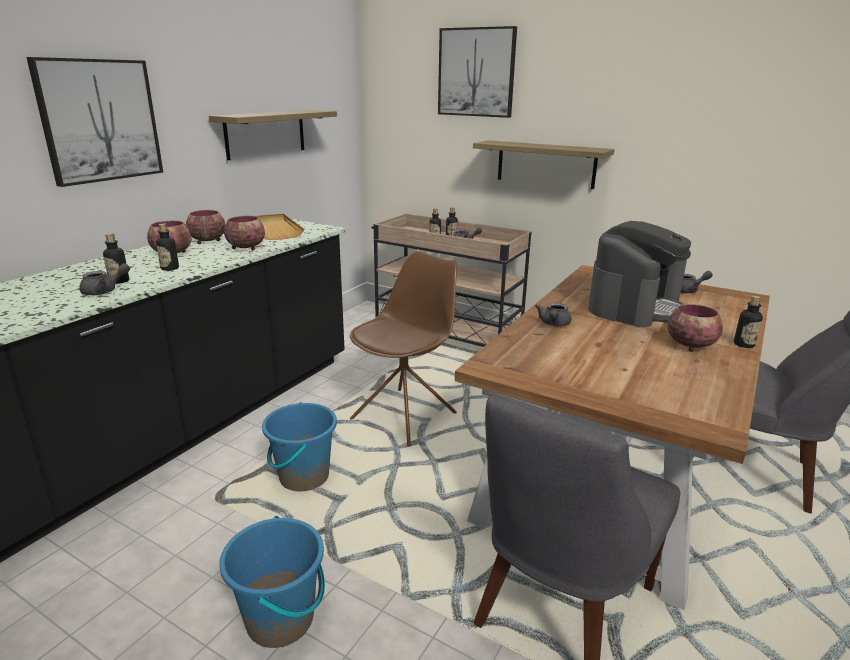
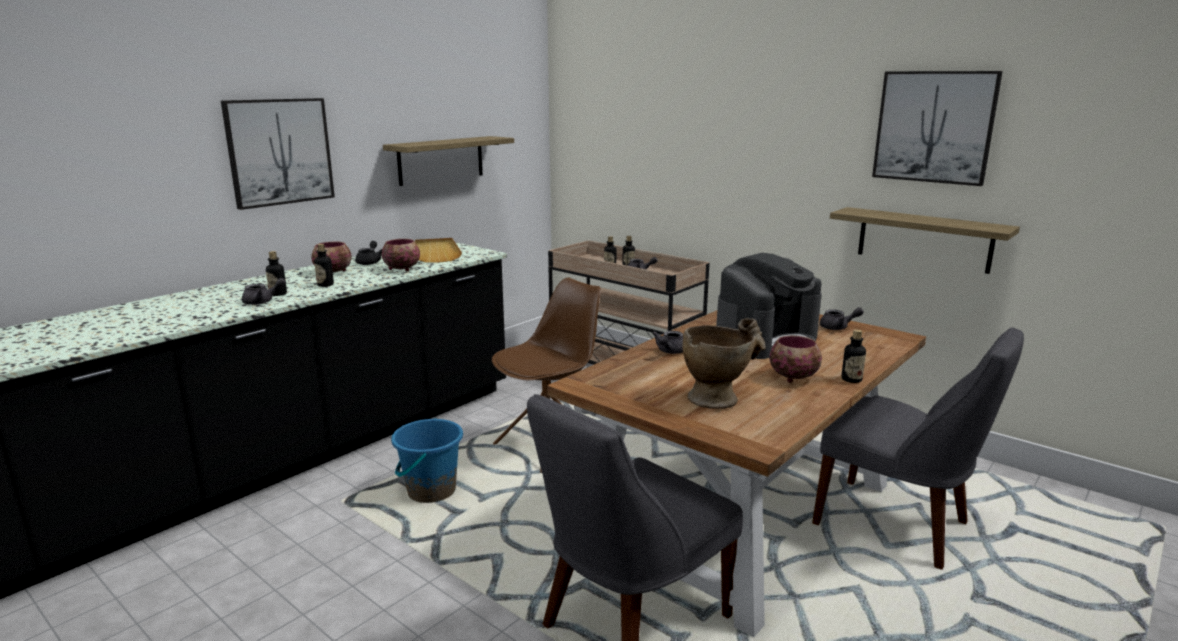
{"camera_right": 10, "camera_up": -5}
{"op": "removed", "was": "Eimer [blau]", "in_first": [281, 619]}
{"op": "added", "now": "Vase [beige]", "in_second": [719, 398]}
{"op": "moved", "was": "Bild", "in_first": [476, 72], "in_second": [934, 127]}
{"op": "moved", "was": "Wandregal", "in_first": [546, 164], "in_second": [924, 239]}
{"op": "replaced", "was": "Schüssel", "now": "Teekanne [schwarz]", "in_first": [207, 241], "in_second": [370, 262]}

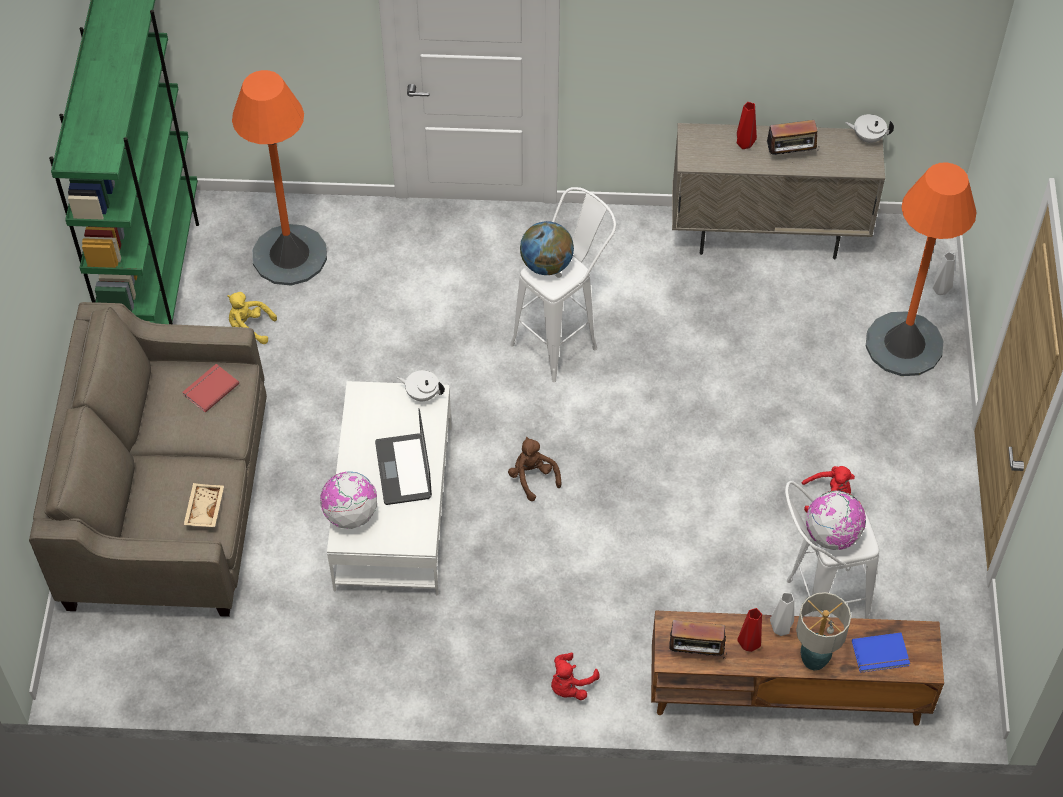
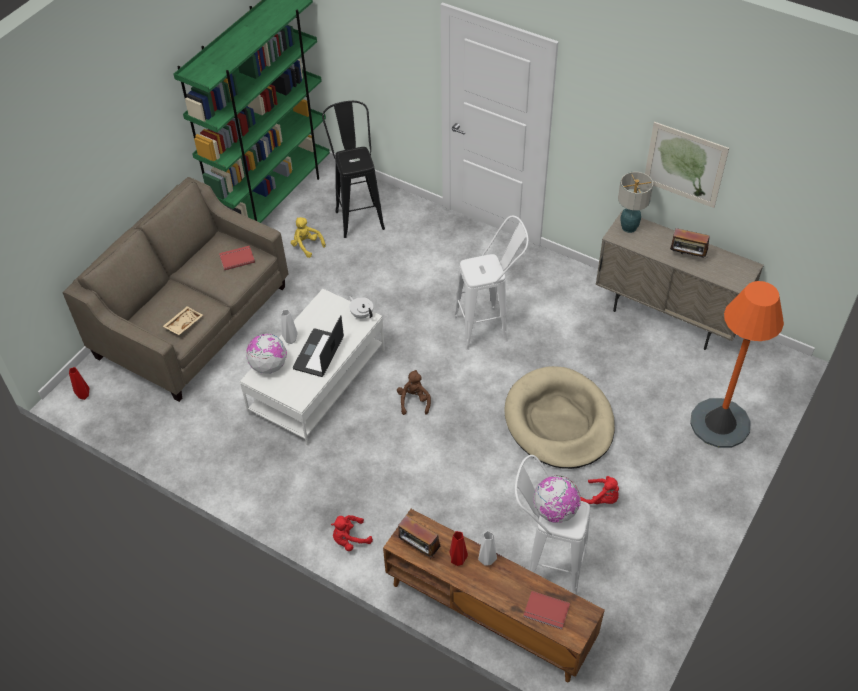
{"camera_right": 30, "camera_up": -5}
{"op": "removed", "was": "Globus", "in_first": [546, 265]}
{"op": "removed", "was": "Teekanne [weiß]", "in_first": [867, 137]}
{"op": "added", "now": "Hundebett [beige]", "in_second": [559, 421]}
{"op": "added", "now": "Bild", "in_second": [685, 165]}
{"op": "moved", "was": "Vase [rot]", "in_first": [745, 144], "in_second": [84, 396]}
{"op": "moved", "was": "Tischlampe", "in_first": [815, 660], "in_second": [629, 227]}
{"op": "moved", "was": "Vase [weiß]", "in_first": [939, 290], "in_second": [290, 340]}
{"op": "replaced", "was": "Stehlampe [orange]", "now": "Hocker [schwarz]", "in_first": [289, 255], "in_second": [358, 215]}
{"op": "recoloured", "was": "Buch [blau]", "now": "Buch [rot]", "in_first": [881, 655], "in_second": [546, 612]}

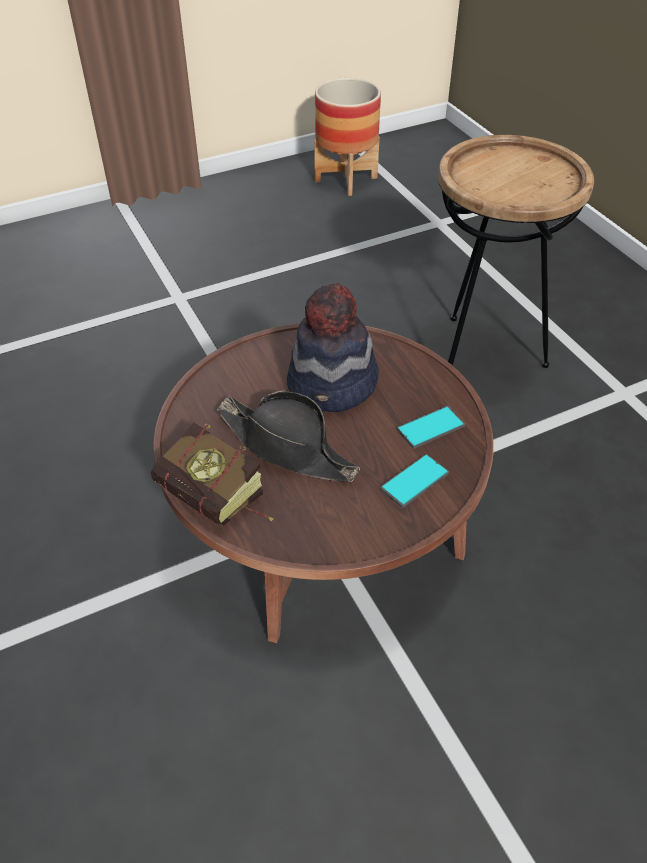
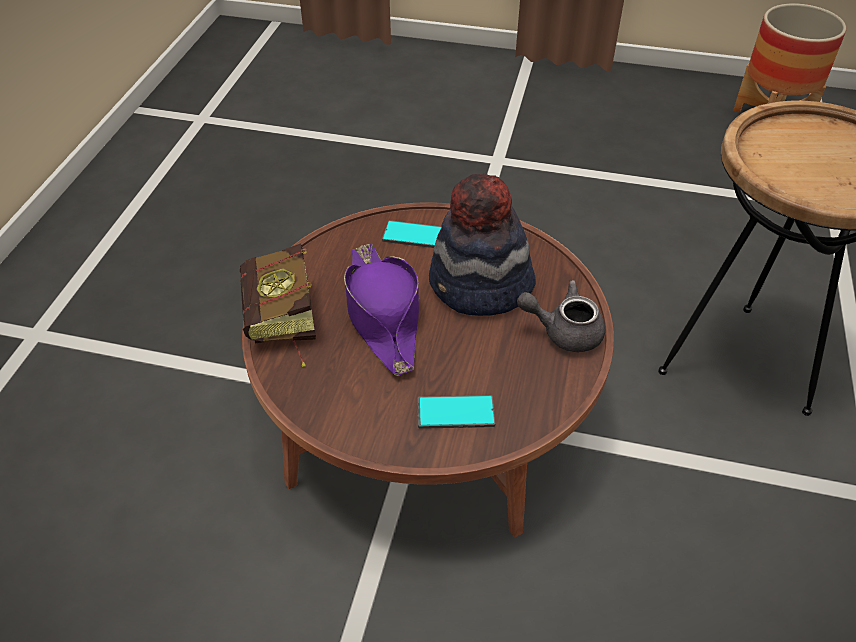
{"camera_right": 40, "camera_up": 0}
{"op": "added", "now": "Teekanne [grau]", "in_second": [563, 331]}
{"op": "moved", "was": "Handy", "in_first": [430, 427], "in_second": [415, 235]}
{"op": "recoloured", "was": "Hut [schwarz]", "now": "Hut [lila]", "in_first": [287, 447], "in_second": [382, 315]}

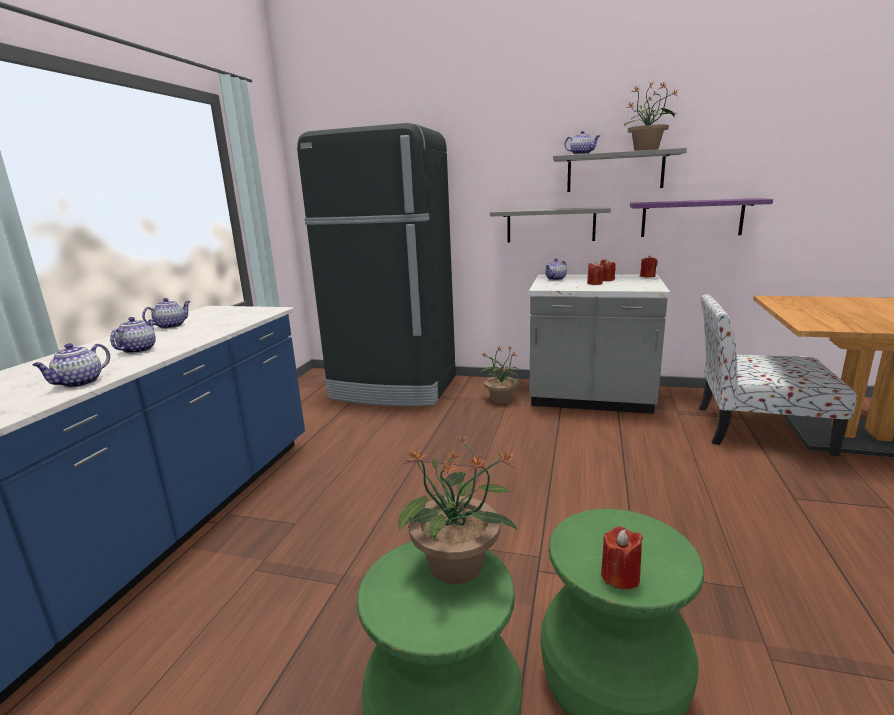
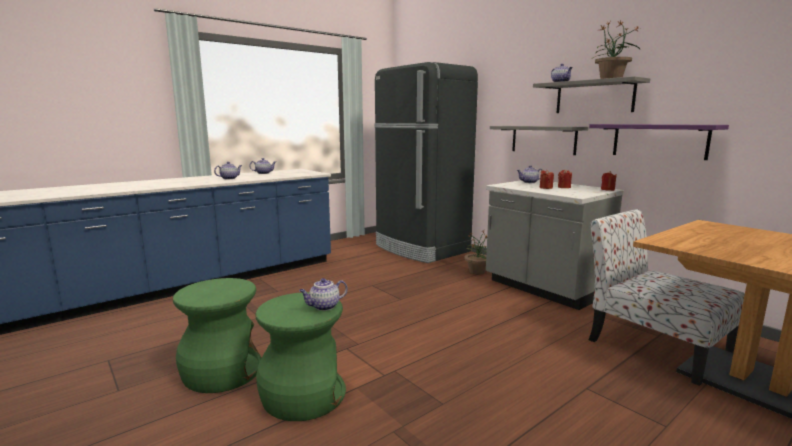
{"camera_right": 35, "camera_up": -5}
{"op": "removed", "was": "Topfpflanze", "in_first": [457, 566]}
{"op": "removed", "was": "Kerze [rot]", "in_first": [620, 576]}
{"op": "moved", "was": "Teekanne", "in_first": [79, 383], "in_second": [324, 306]}

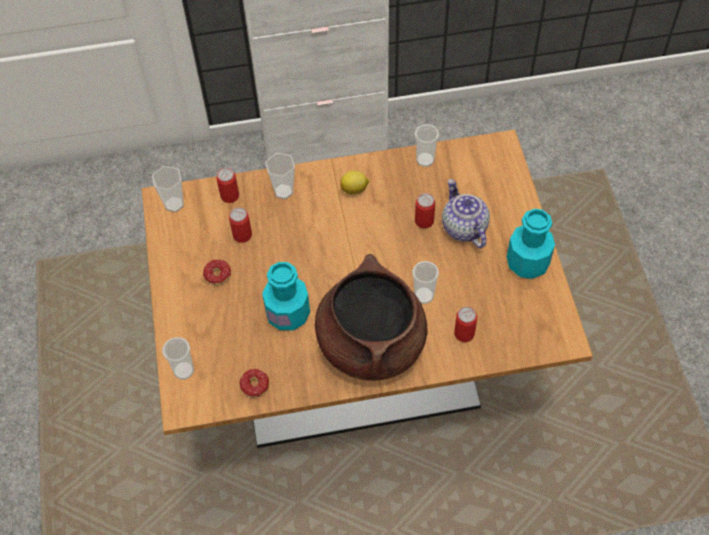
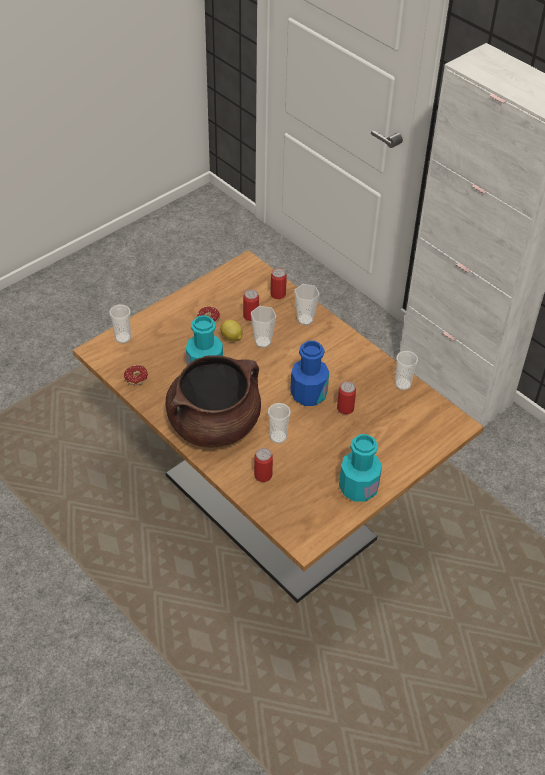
{"camera_right": 55, "camera_up": -10}
{"op": "removed", "was": "Teekanne", "in_first": [463, 227]}
{"op": "added", "now": "Flasche [blau]", "in_second": [308, 394]}
{"op": "moved", "was": "Tasse", "in_first": [174, 204], "in_second": [263, 342]}
{"op": "moved", "was": "Zitrone", "in_first": [354, 189], "in_second": [232, 338]}

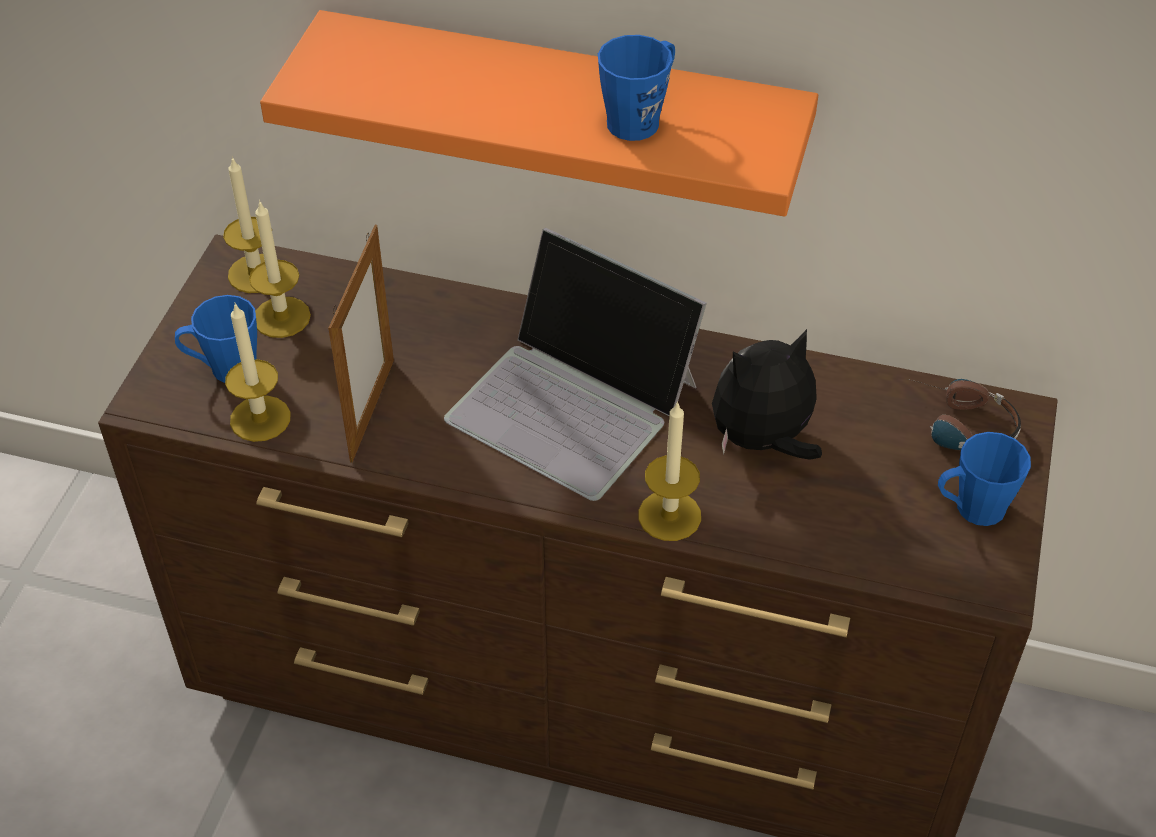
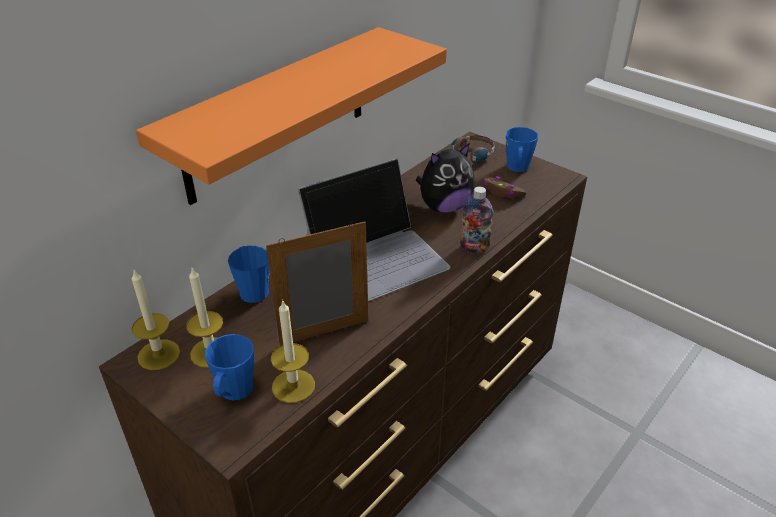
{"camera_right": -65, "camera_up": -10}
{"op": "added", "now": "Gamepad [braun]", "in_second": [502, 192]}
{"op": "moved", "was": "Henkelbecher [blau]", "in_first": [640, 118], "in_second": [252, 289]}
{"op": "replaced", "was": "Kerze", "now": "Flasche", "in_first": [669, 515], "in_second": [474, 248]}
{"op": "turned", "was": "Bilderrahmen", "in_first": [372, 410], "in_second": [324, 332], "clockwise": -60}
{"op": "turned", "was": "Plüschtier", "in_first": [762, 441], "in_second": [444, 207], "clockwise": -120}

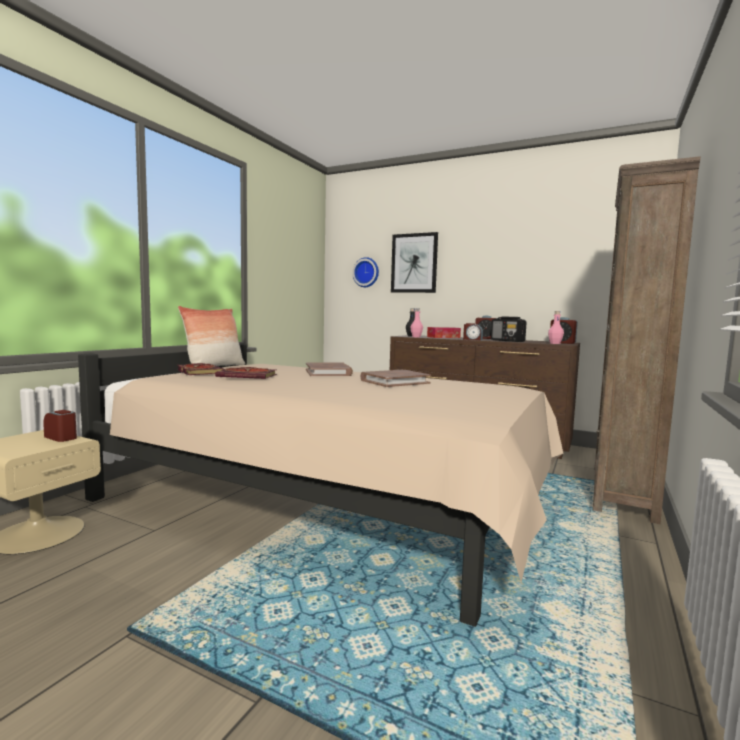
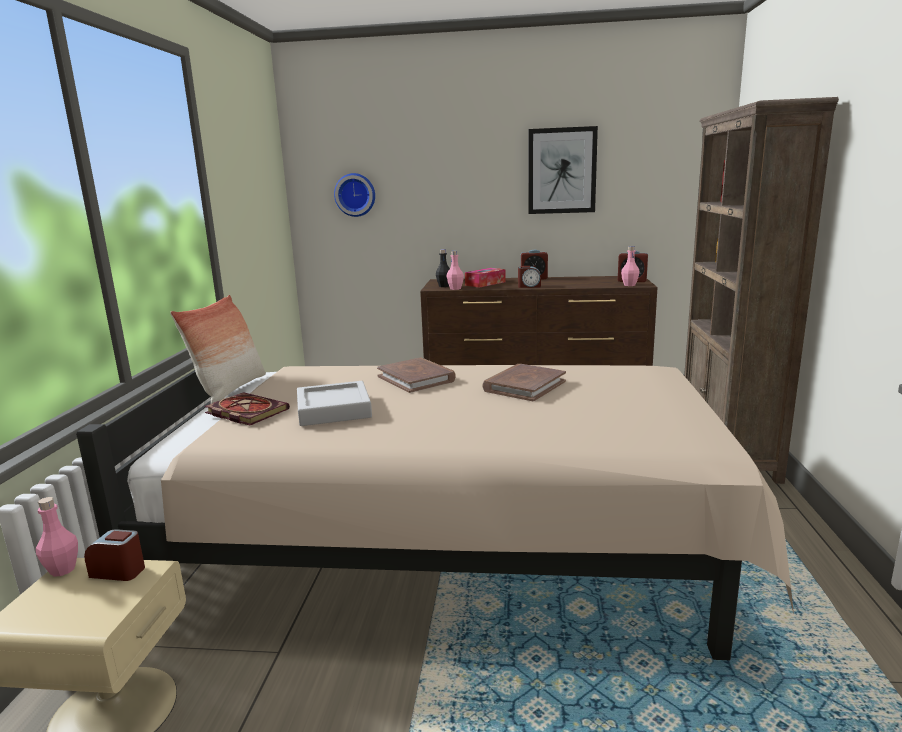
{"camera_right": -20, "camera_up": 10}
{"op": "removed", "was": "Radio", "in_first": [507, 341]}
{"op": "added", "now": "Flasche [rosa]", "in_second": [63, 570]}
{"op": "moved", "was": "Bild", "in_first": [414, 263], "in_second": [562, 171]}
{"op": "replaced", "was": "Buch", "now": "Tablett [grau]", "in_first": [249, 376], "in_second": [334, 410]}

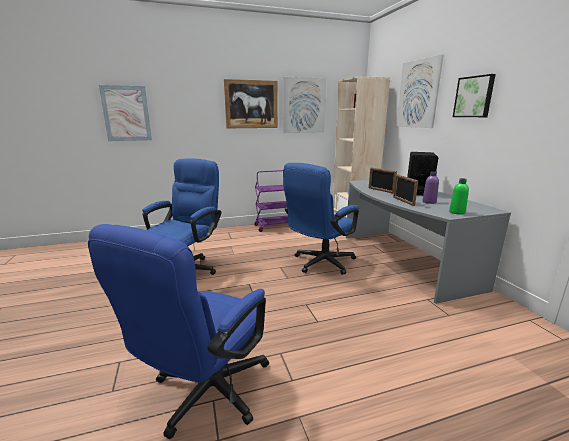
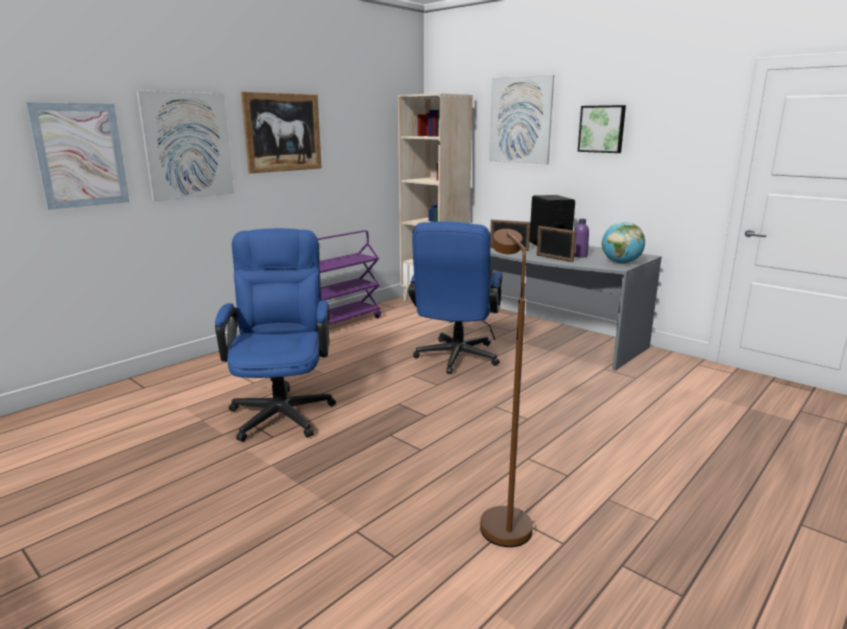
{"camera_right": -30, "camera_up": 0}
{"op": "moved", "was": "Bild", "in_first": [304, 105], "in_second": [188, 146]}
{"op": "replaced", "was": "Bürostuhl [blau]", "now": "Stehlampe [braun]", "in_first": [204, 396], "in_second": [502, 519]}
{"op": "replaced", "was": "Flasche [grün]", "now": "Globus", "in_first": [457, 212], "in_second": [621, 263]}

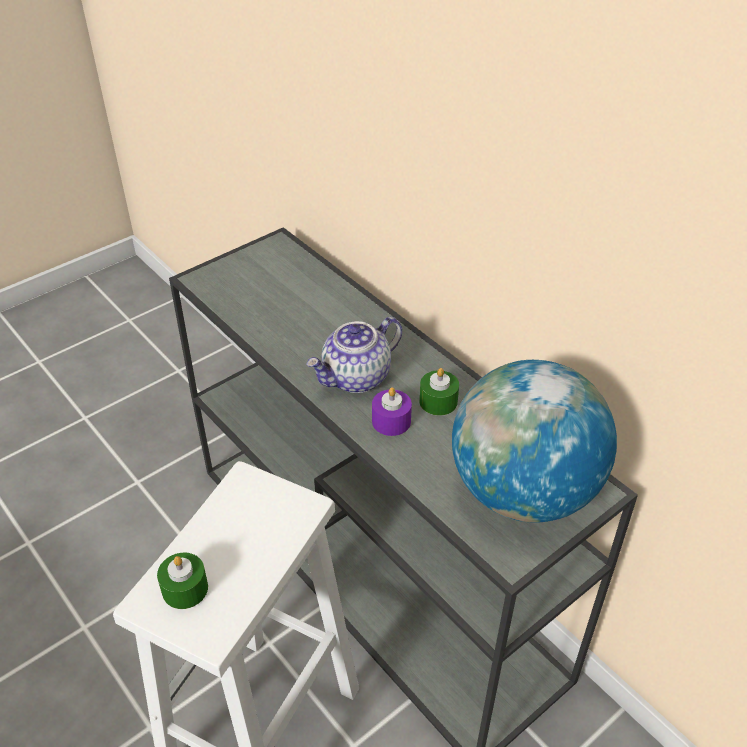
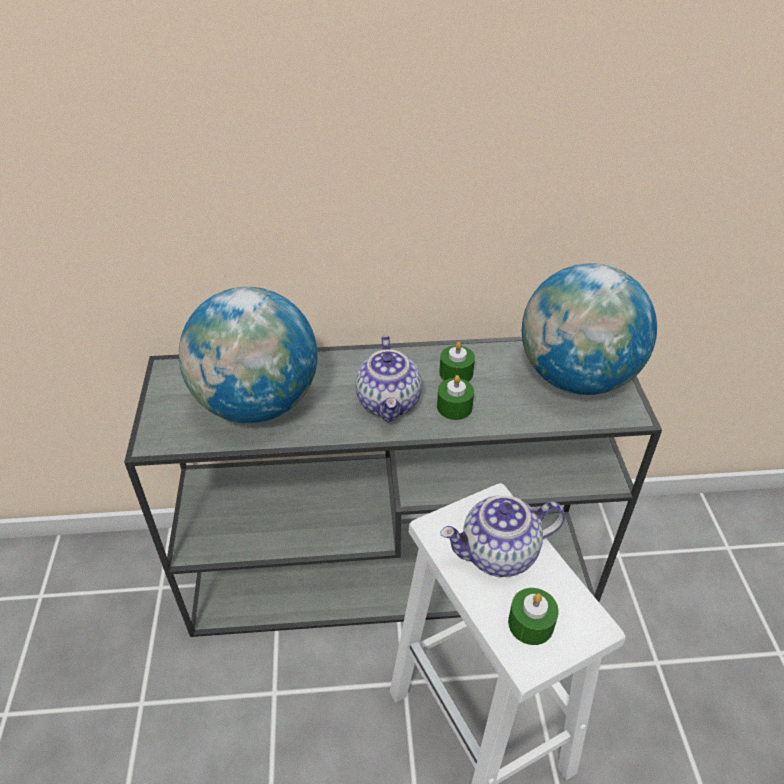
{"camera_right": -55, "camera_up": 0}
{"op": "added", "now": "Globus", "in_second": [257, 404]}
{"op": "added", "now": "Teekanne", "in_second": [498, 554]}
{"op": "recoloured", "was": "Kerze [lila]", "now": "Kerze [grün]", "in_first": [391, 421], "in_second": [454, 407]}

